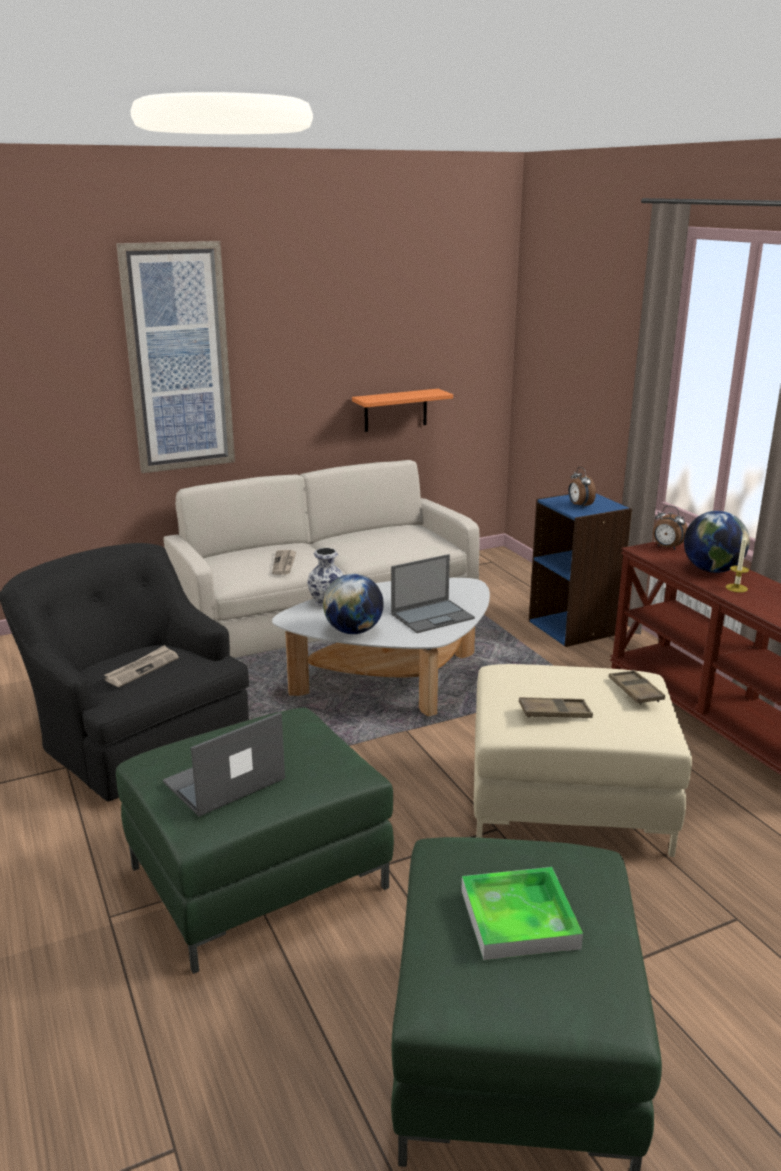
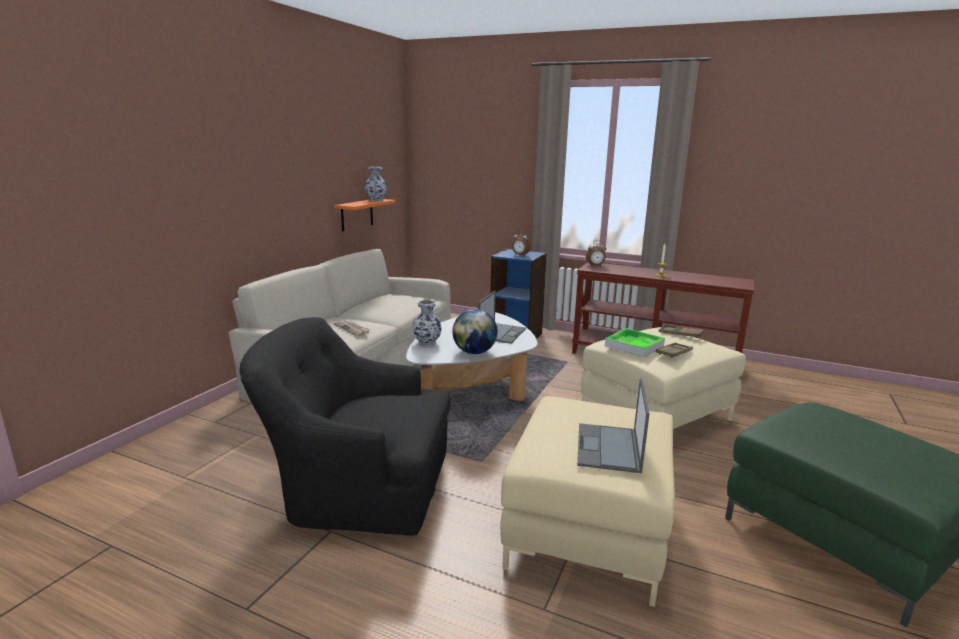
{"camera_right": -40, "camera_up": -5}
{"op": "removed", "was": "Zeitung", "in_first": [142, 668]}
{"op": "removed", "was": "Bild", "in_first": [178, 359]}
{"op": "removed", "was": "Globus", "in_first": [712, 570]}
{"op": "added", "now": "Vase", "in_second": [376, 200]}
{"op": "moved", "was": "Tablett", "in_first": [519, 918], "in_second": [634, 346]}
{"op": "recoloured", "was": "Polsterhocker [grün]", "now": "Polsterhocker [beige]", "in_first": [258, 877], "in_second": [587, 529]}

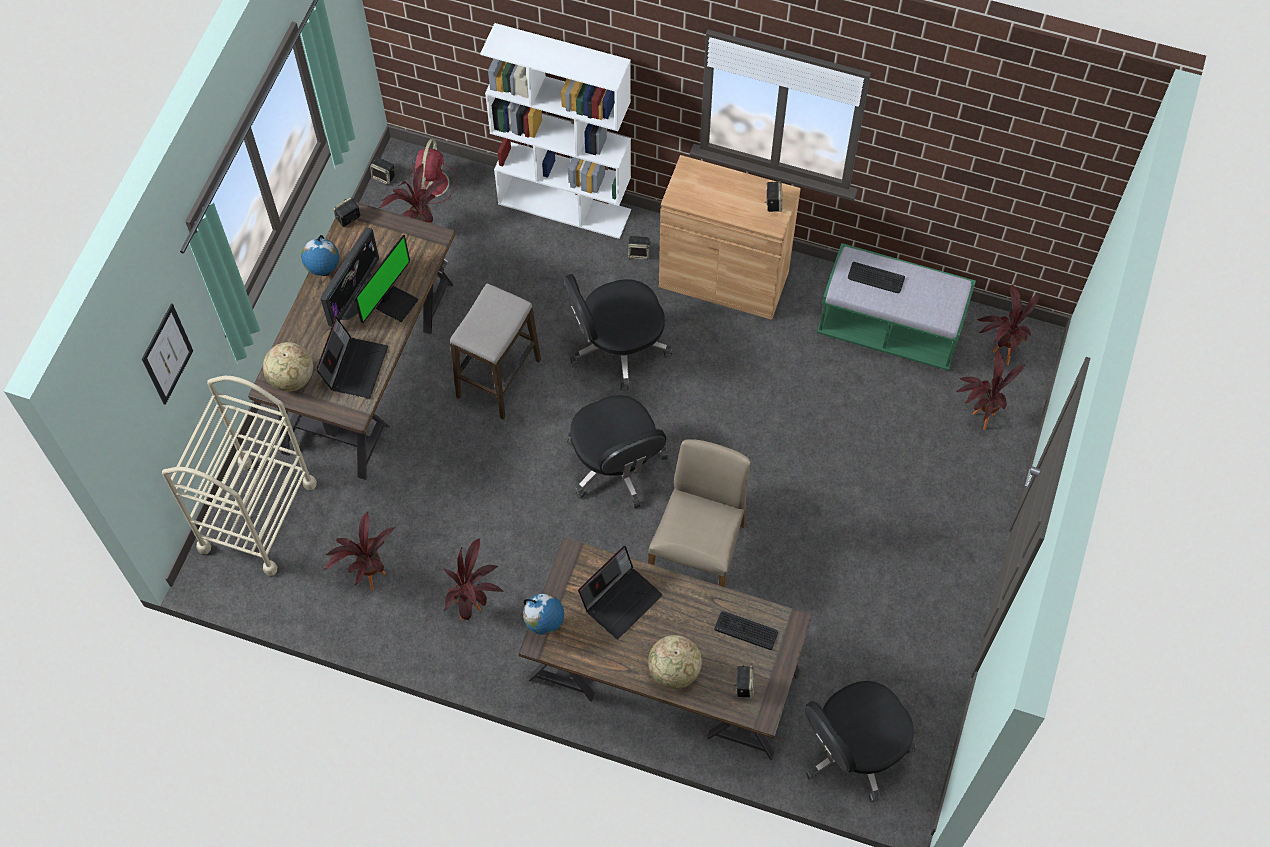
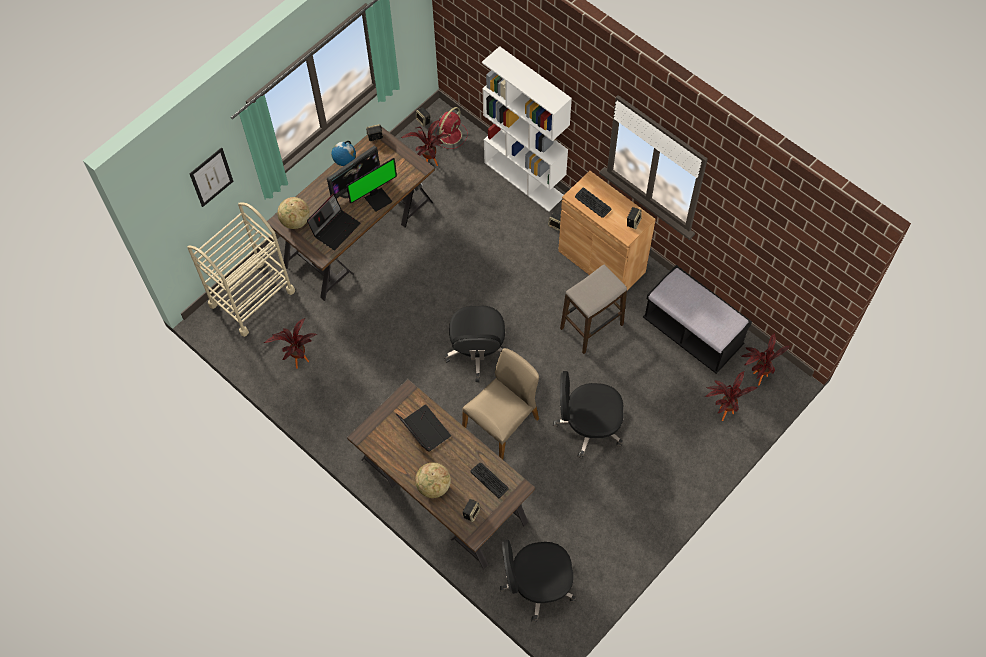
{"camera_right": 25, "camera_up": 0}
{"op": "removed", "was": "Topfpflanze", "in_first": [474, 608]}
{"op": "removed", "was": "Globus", "in_first": [544, 625]}
{"op": "moved", "was": "Hocker", "in_first": [499, 378], "in_second": [592, 327]}
{"op": "moved", "was": "Bürostuhl [schwarz]", "in_first": [617, 347], "in_second": [588, 426]}
{"op": "moved", "was": "Tastatur", "in_first": [876, 278], "in_second": [592, 203]}
{"op": "recoloured", "was": "Bank [grün]", "now": "Bank [schwarz]", "in_first": [889, 329], "in_second": [692, 333]}
{"op": "turned", "was": "Laptop", "in_first": [621, 599], "in_second": [423, 430], "clockwise": -105}

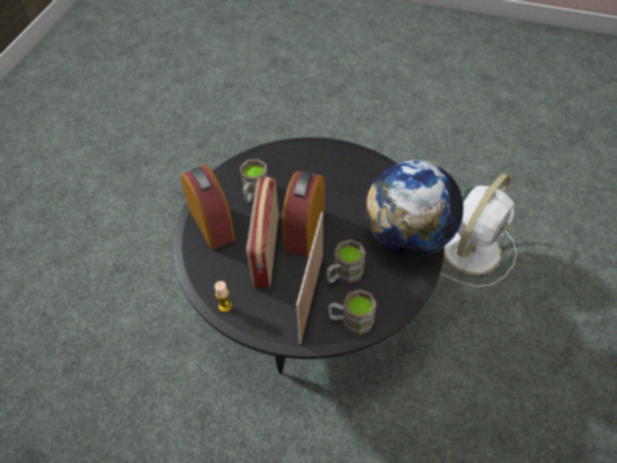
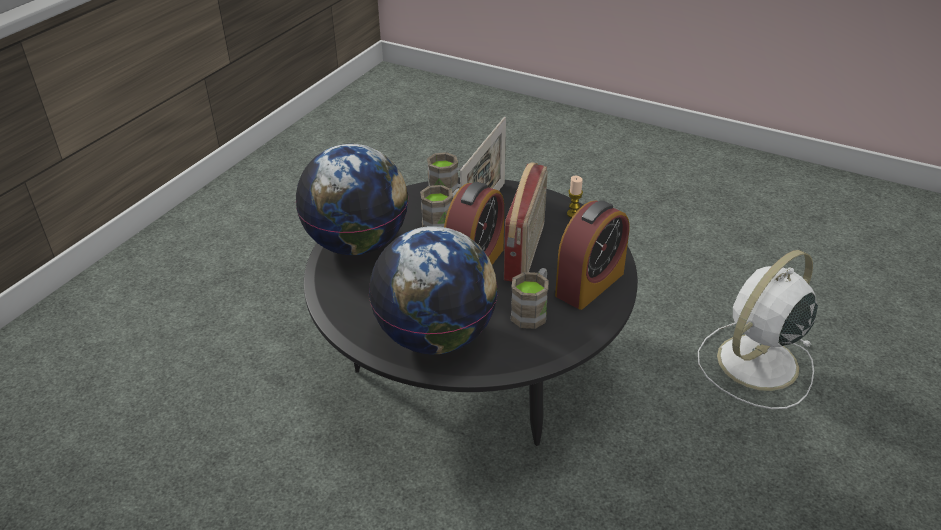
{"camera_right": -170, "camera_up": -15}
{"op": "added", "now": "Globus", "in_second": [436, 337]}
{"op": "moved", "was": "Ventilator [weiß]", "in_first": [473, 248], "in_second": [755, 364]}
{"op": "turned", "was": "Wecker", "in_first": [211, 224], "in_second": [589, 284], "clockwise": -120}

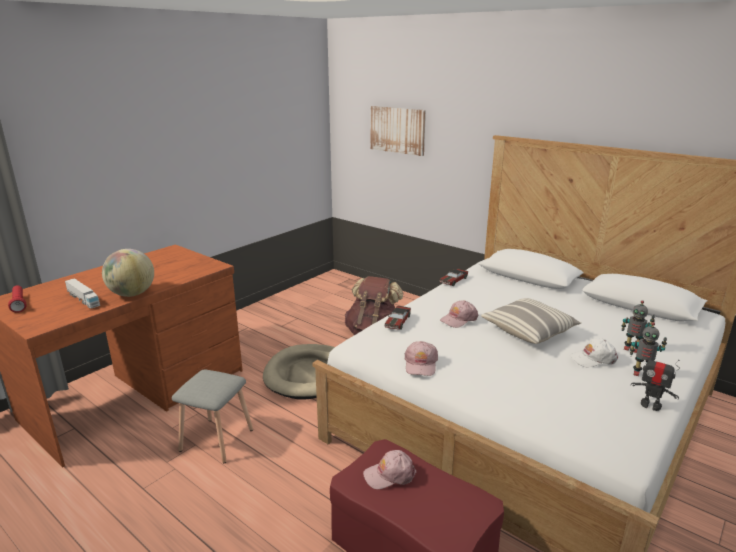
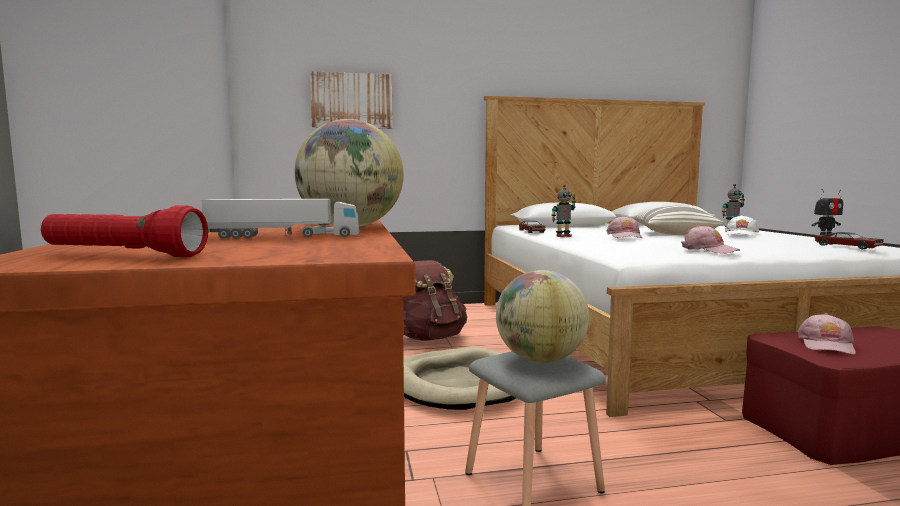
{"camera_right": -50, "camera_up": -15}
{"op": "added", "now": "Globus", "in_second": [540, 360]}
{"op": "moved", "was": "Spielzeugauto", "in_first": [397, 322], "in_second": [847, 246]}
{"op": "moved", "was": "Spielzeugroboter", "in_first": [641, 374], "in_second": [563, 236]}

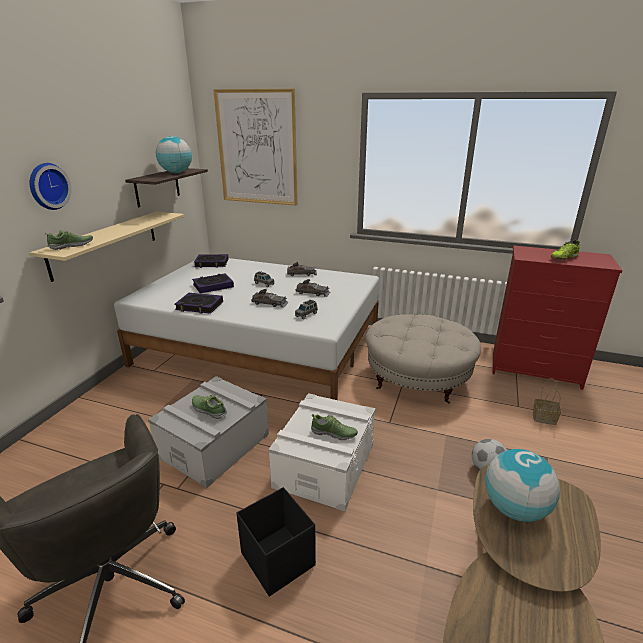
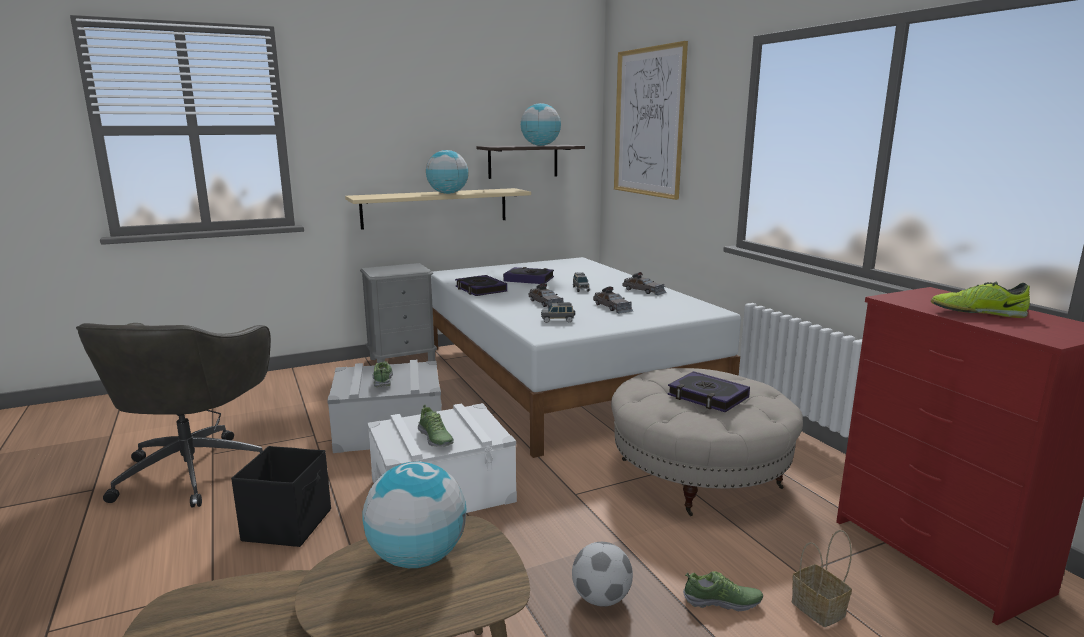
{"camera_right": 45, "camera_up": -10}
{"op": "removed", "was": "Wanduhr", "in_first": [47, 186]}
{"op": "added", "now": "Nachttisch [grau]", "in_second": [403, 360]}
{"op": "added", "now": "Globus", "in_second": [448, 193]}
{"op": "moved", "was": "Schuh", "in_first": [72, 246], "in_second": [722, 602]}
{"op": "moved", "was": "Buch", "in_first": [212, 263], "in_second": [707, 397]}

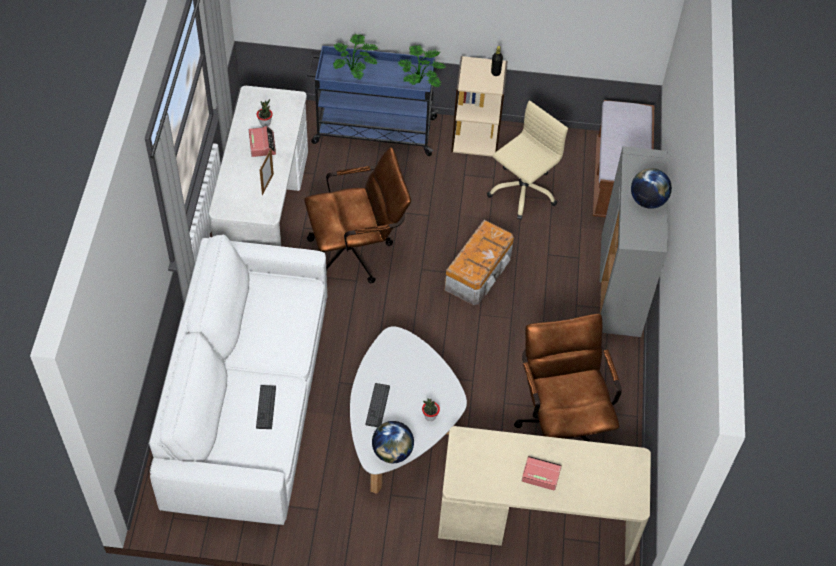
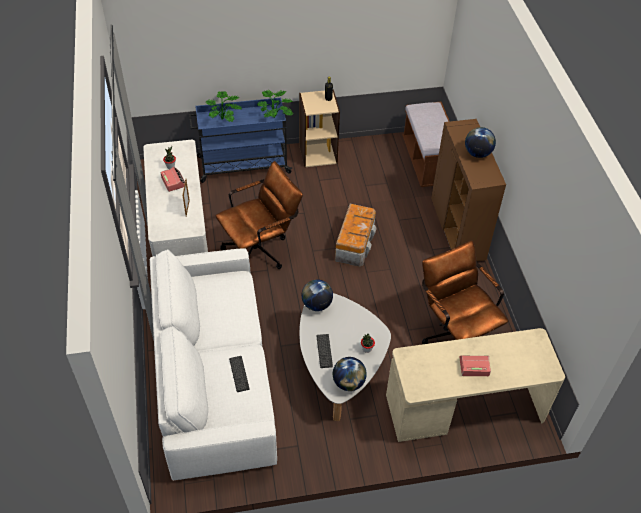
{"camera_right": -15, "camera_up": -5}
{"op": "removed", "was": "Bürostuhl [beige]", "in_first": [522, 191]}
{"op": "added", "now": "Globus", "in_second": [316, 304]}
{"op": "recoloured", "was": "Schrank [grau]", "now": "Schrank [braun]", "in_first": [621, 286], "in_second": [458, 229]}

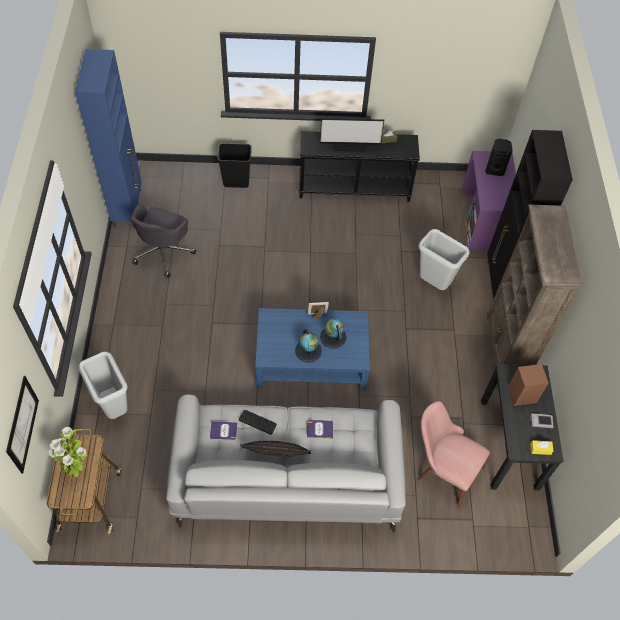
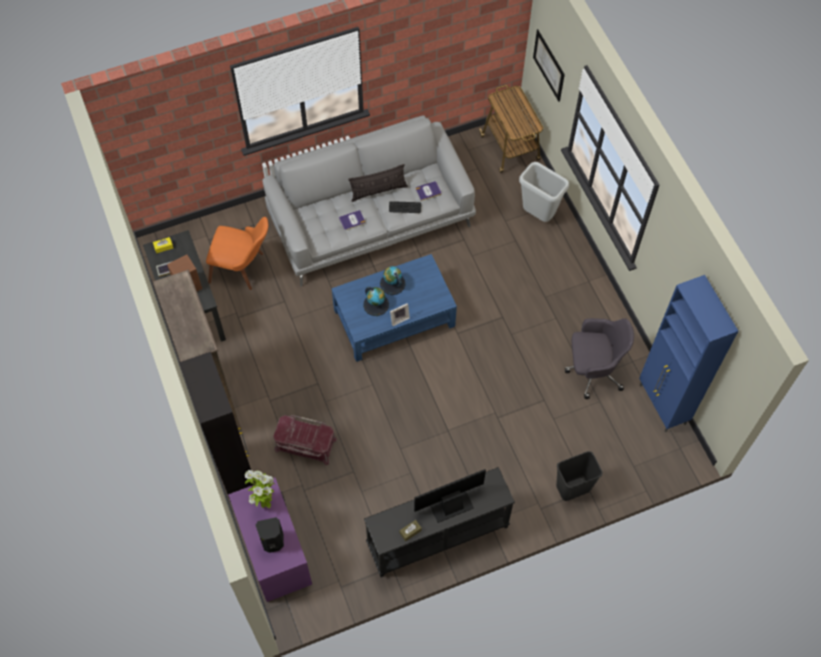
{"camera_right": 160, "camera_up": 5}
{"op": "moved", "was": "Topfpflanze", "in_first": [76, 468], "in_second": [263, 502]}
{"op": "replaced", "was": "Mülleimer [grau]", "now": "Aufbewahrungsbox [rot]", "in_first": [434, 283], "in_second": [305, 445]}
{"op": "recoloured", "was": "Stuhl [rosa]", "now": "Stuhl [orange]", "in_first": [442, 469], "in_second": [243, 268]}
{"op": "turned", "was": "Bürostuhl [grau]", "in_first": [164, 252], "in_second": [592, 370], "clockwise": 90}

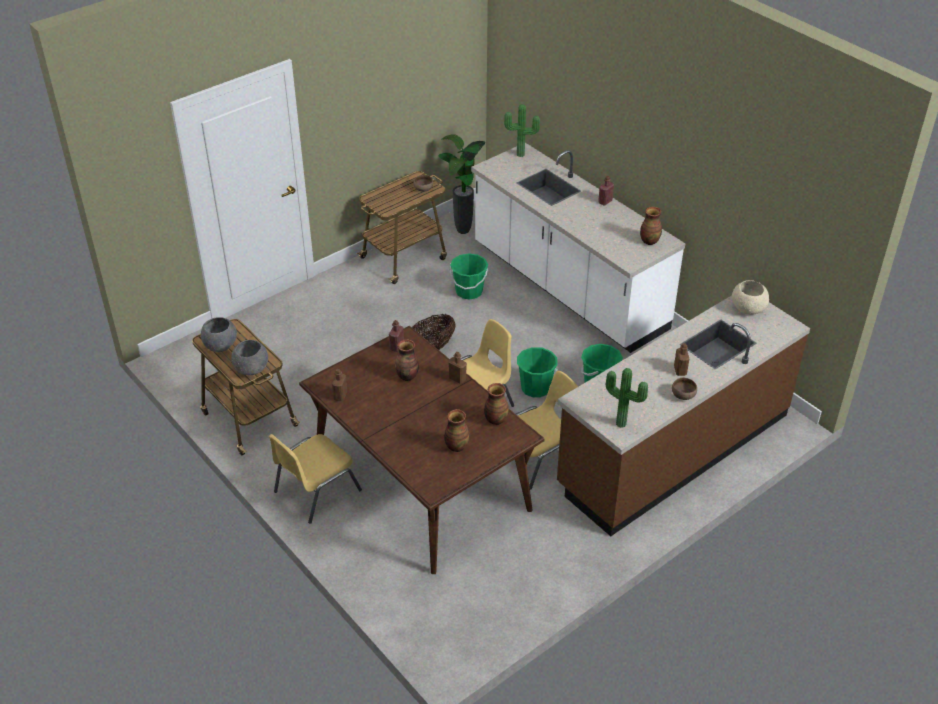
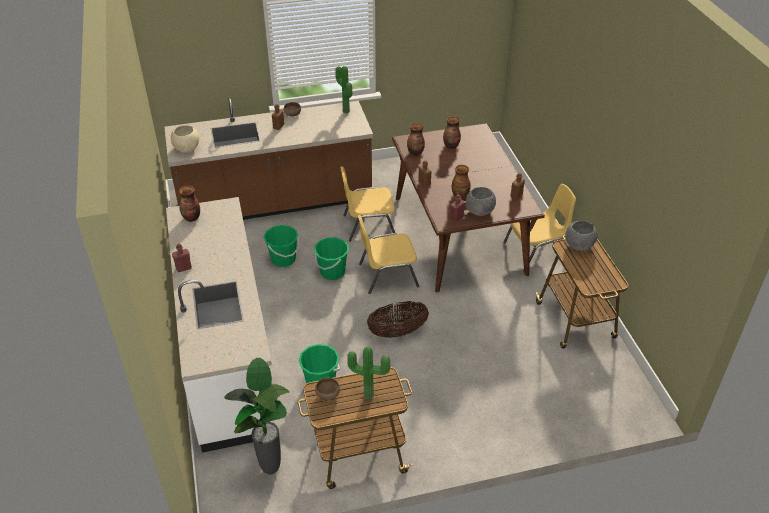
{"camera_right": -155, "camera_up": 0}
{"op": "moved", "was": "Schüssel [grau]", "in_first": [220, 344], "in_second": [479, 211]}
{"op": "moved", "was": "Topfpflanze", "in_first": [521, 155], "in_second": [369, 393]}

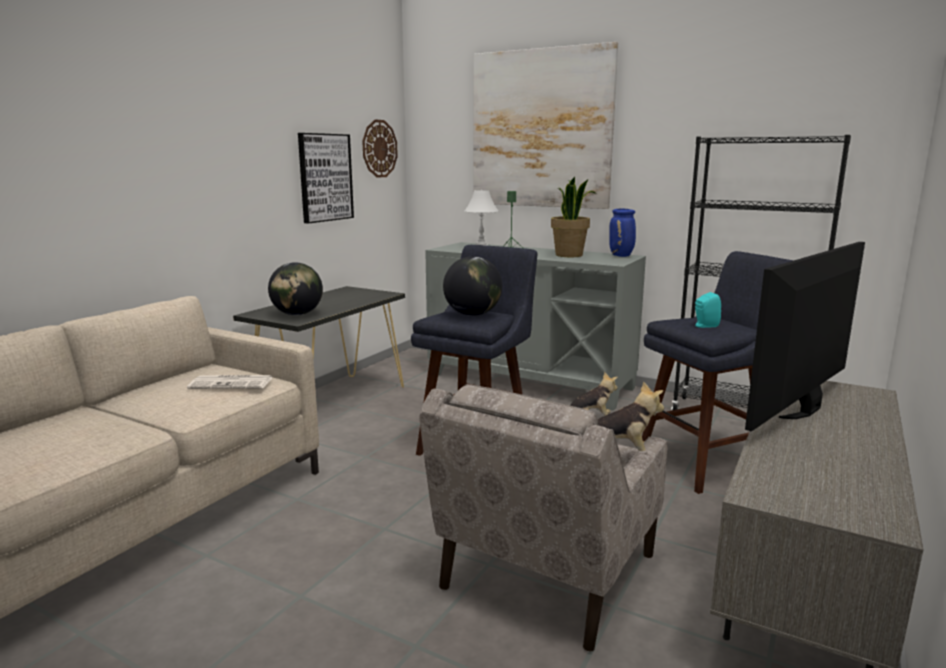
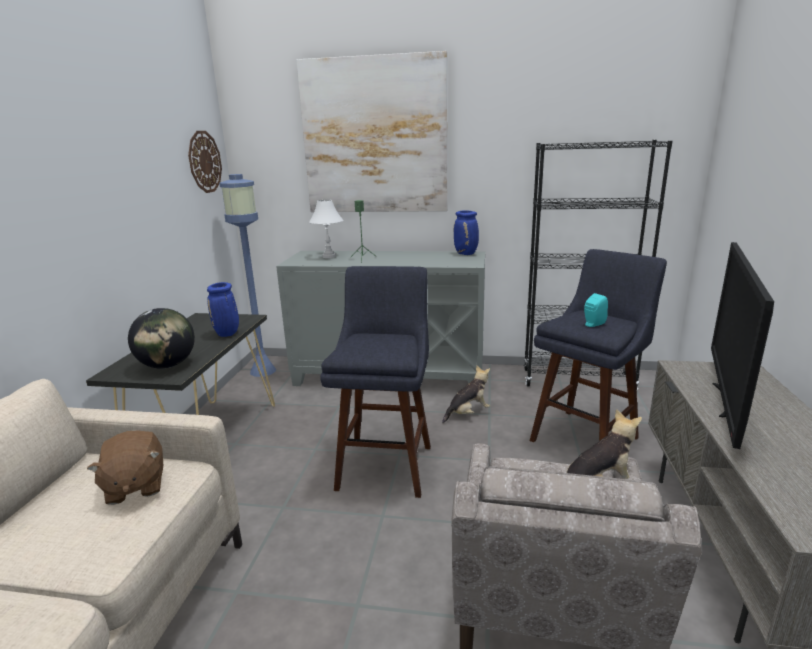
{"camera_right": -20, "camera_up": 5}
{"op": "removed", "was": "Bild", "in_first": [325, 177]}
{"op": "removed", "was": "Globus", "in_first": [472, 315]}
{"op": "removed", "was": "Topfpflanze", "in_first": [569, 255]}
{"op": "added", "now": "Vase [blau]", "in_second": [227, 334]}
{"op": "added", "now": "Stehlampe [blau]", "in_second": [263, 371]}
{"op": "replaced", "was": "Zeitung", "now": "Plüschtier [braun]", "in_first": [232, 383], "in_second": [135, 486]}

